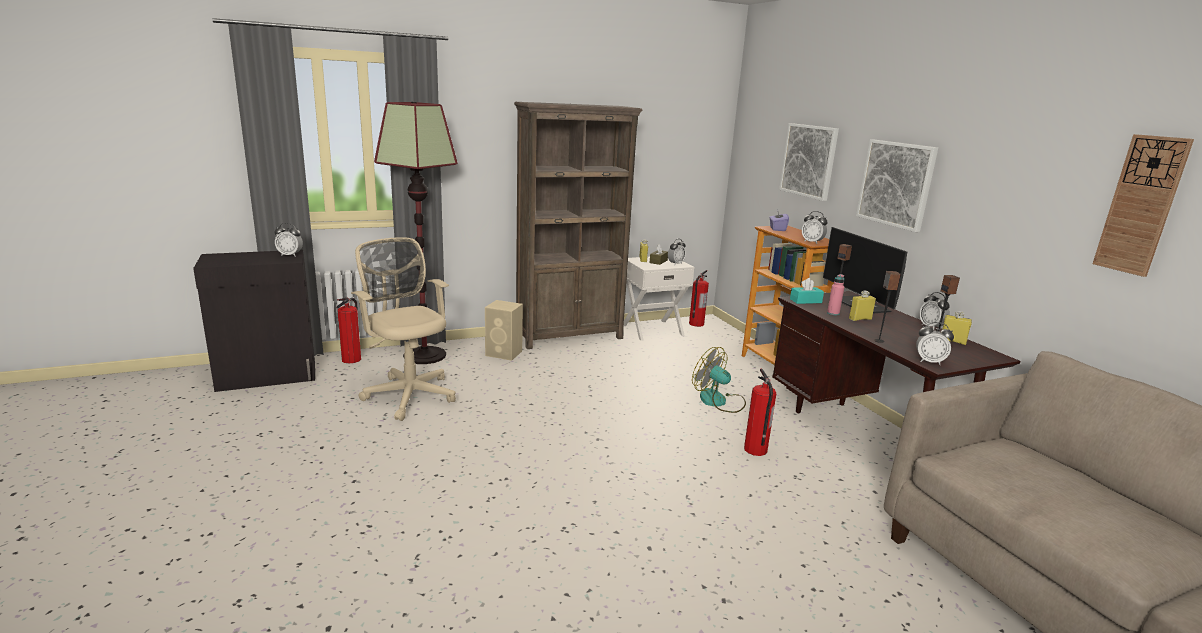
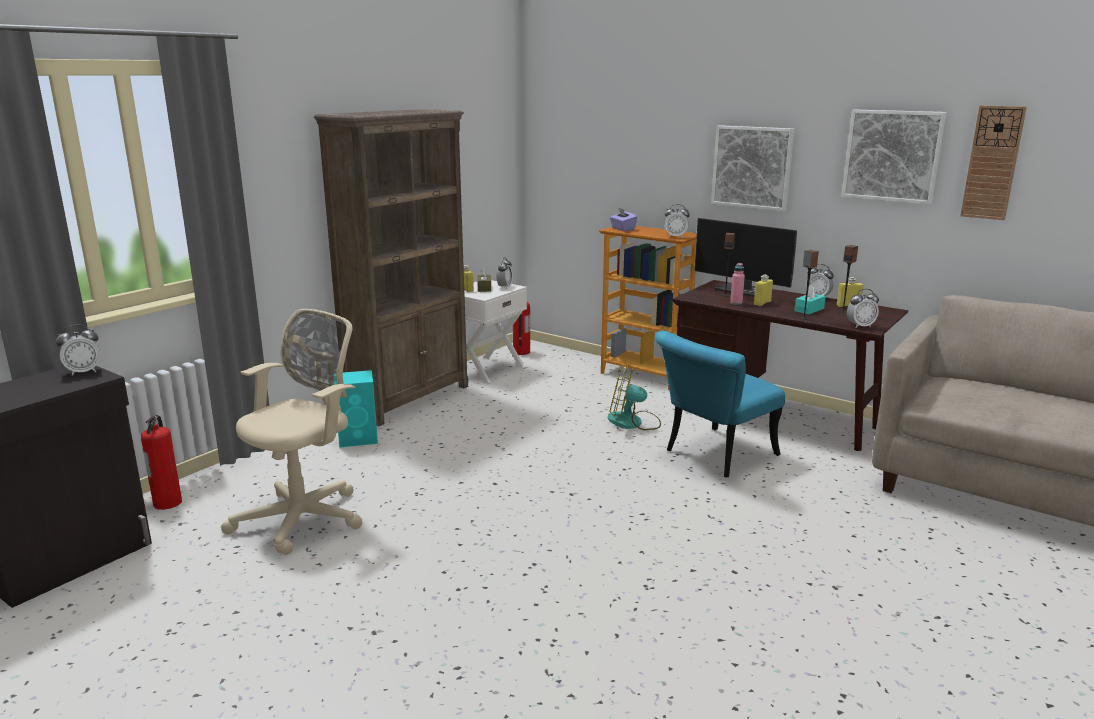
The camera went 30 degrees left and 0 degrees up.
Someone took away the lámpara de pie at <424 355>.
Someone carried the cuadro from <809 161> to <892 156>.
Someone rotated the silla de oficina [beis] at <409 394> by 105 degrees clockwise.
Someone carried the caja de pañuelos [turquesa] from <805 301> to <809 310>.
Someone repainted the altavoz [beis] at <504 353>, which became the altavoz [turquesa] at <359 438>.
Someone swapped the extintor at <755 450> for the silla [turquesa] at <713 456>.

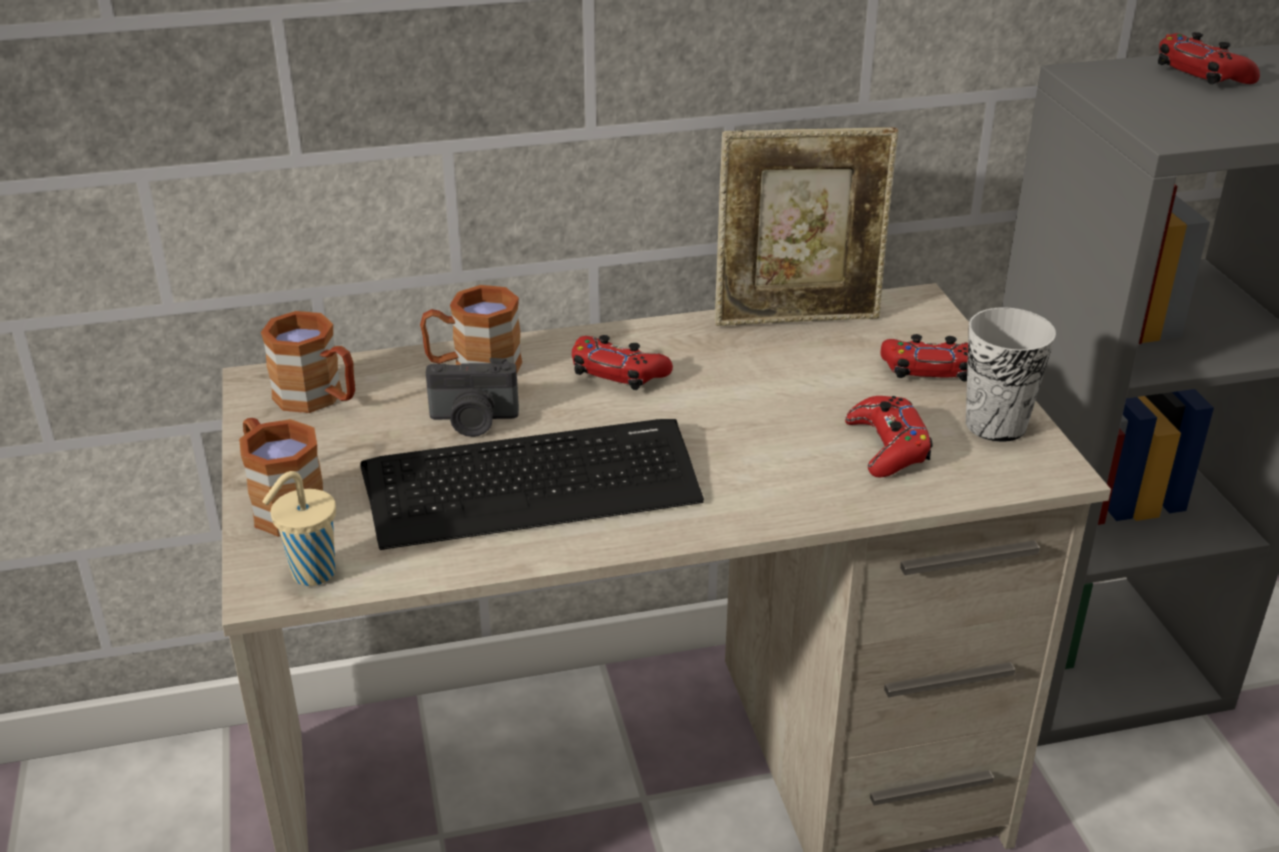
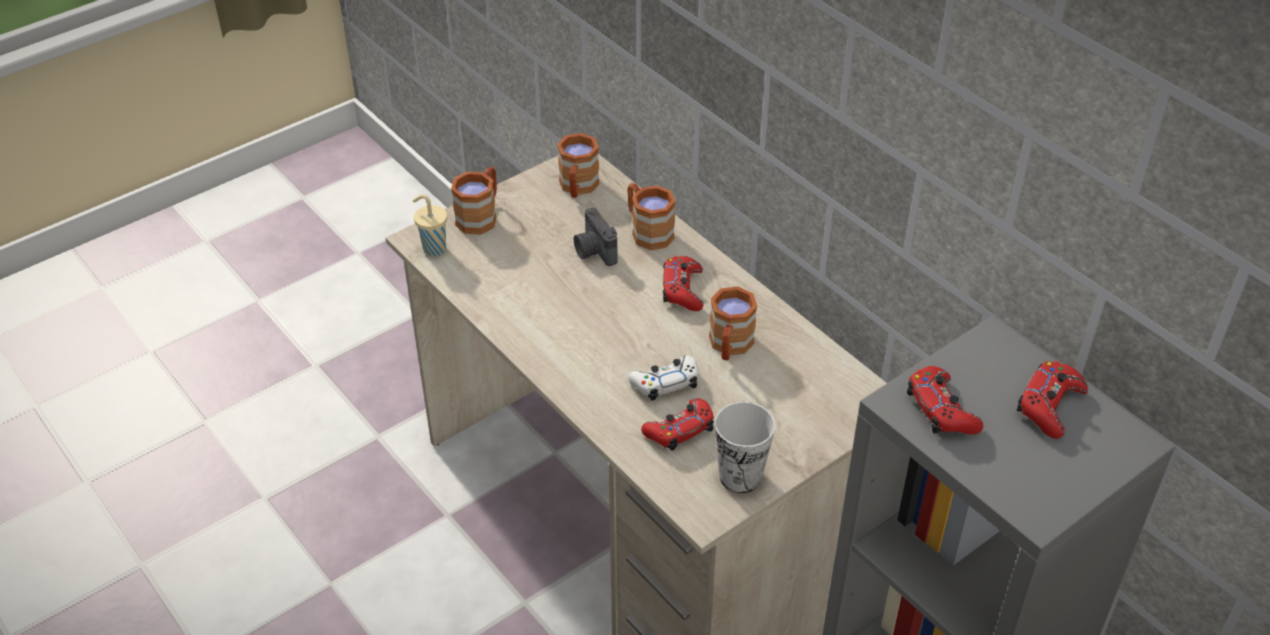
The camera went 65 degrees right and 10 degrees up.
Someone took away the portarretratos at <797 317>.
Someone carried the mando de consola [rojo] from <929 369> to <941 410>.
Someone took away the teclado at <533 485>.
Someone put down the taza grande [marrón] at <729 346>.
Someone put down the mando de consola [blanco] at <665 383>.

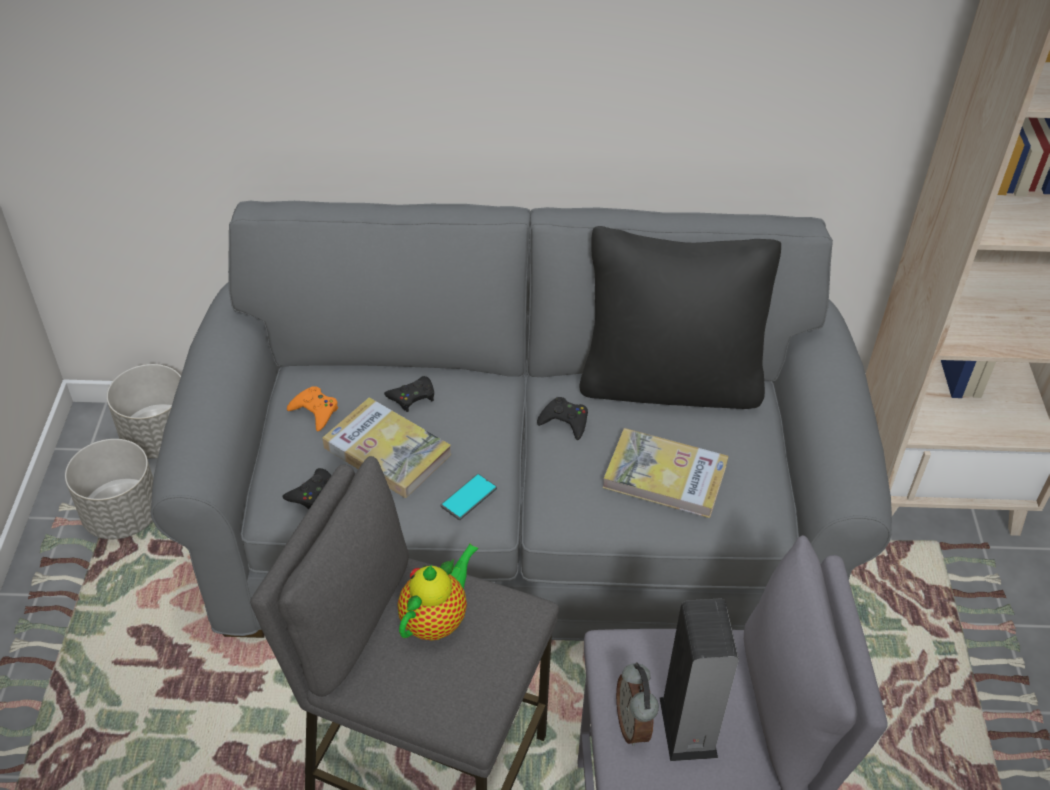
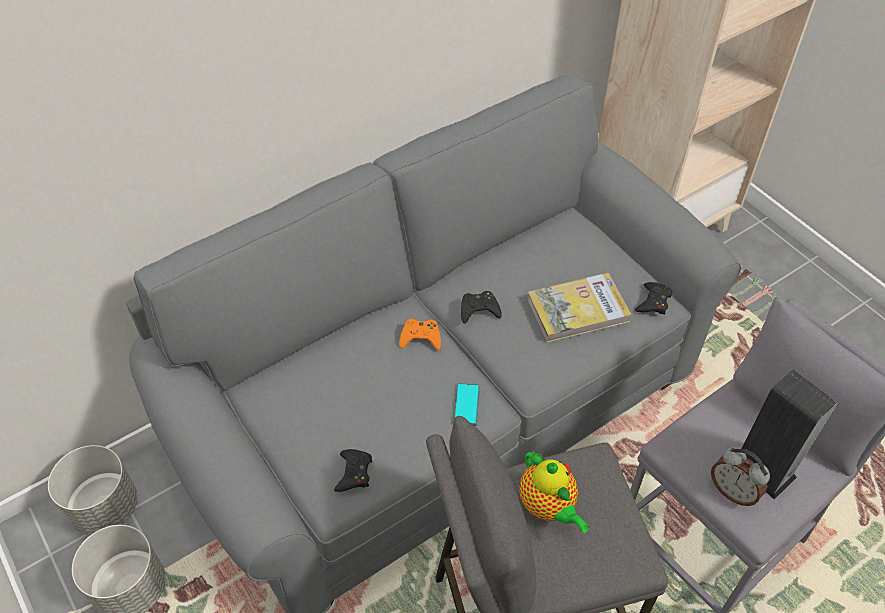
The camera went 35 degrees left and 5 degrees up.
Someone took away the cojín [negro] at <670 383>.
Someone carried the mando de consola [negro] from <412 397> to <653 302>.
Someone carried the mando de consola [naranja] from <315 411> to <420 337>.
Someone took away the libro at <387 451>.
Someone rotated the tetera at <437 619> by 150 degrees clockwise.

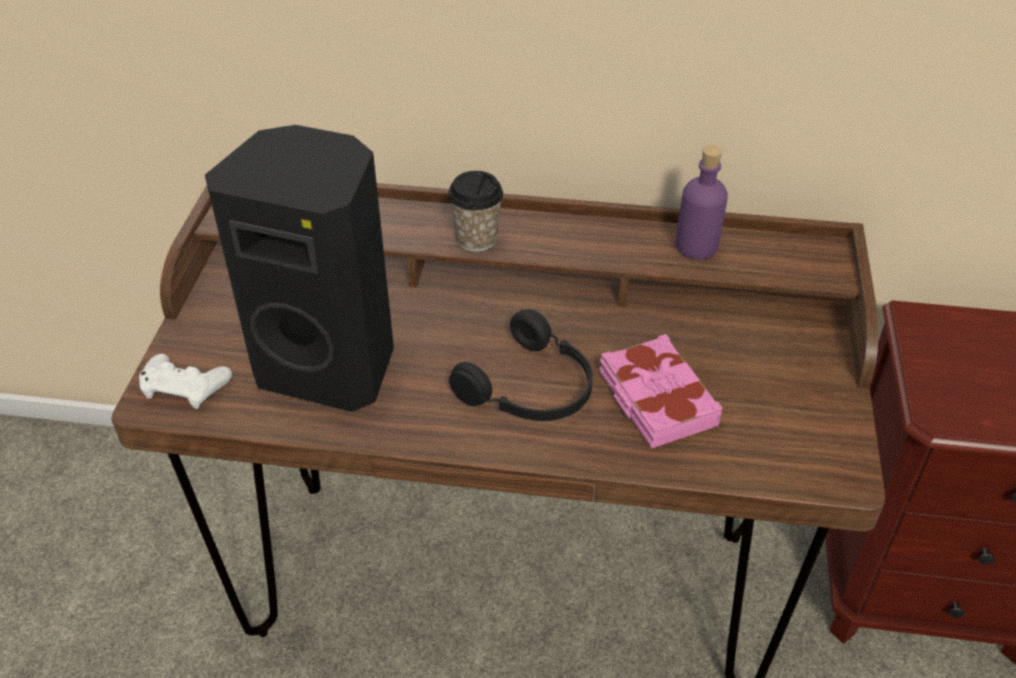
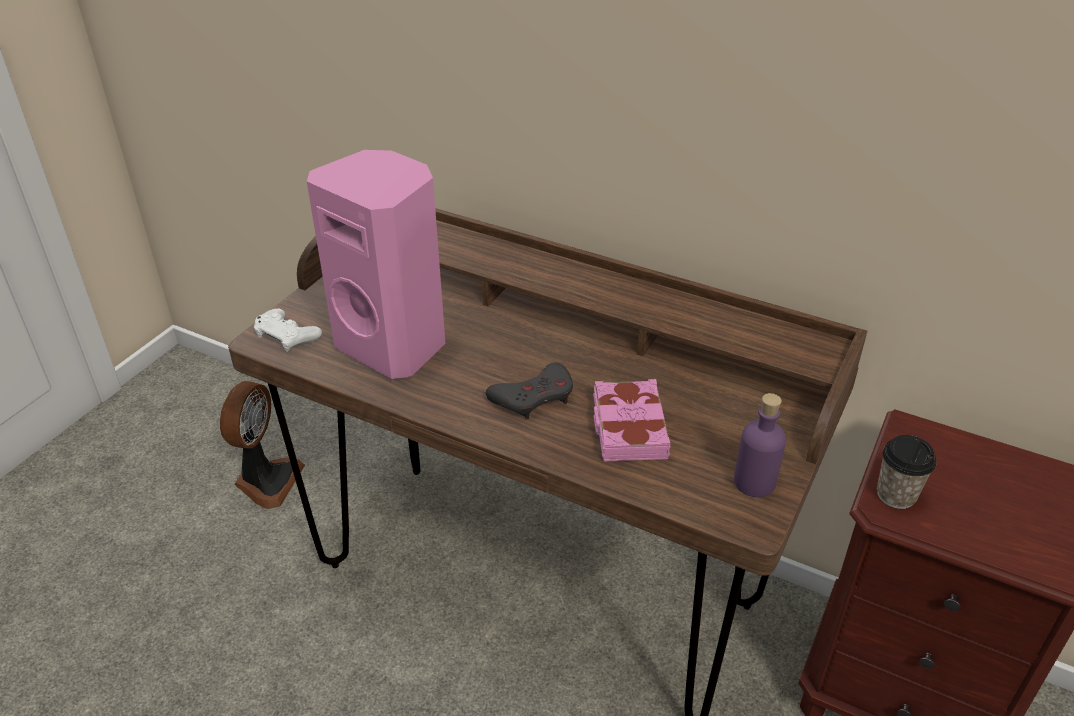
The camera went 20 degrees right and 5 degrees down.
Someone repainted the altavoz [negro] at <330 365>, which became the altavoz [rosa] at <394 345>.
Someone carried the botella [morado] from <696 246> to <754 482>.
Someone carried the taza from <476 239> to <896 495>.
Someone swapped the auriculares [negro] at <531 389> for the mando de consola [gris] at <534 397>.
Someone put down the ventilador at <266 480>.

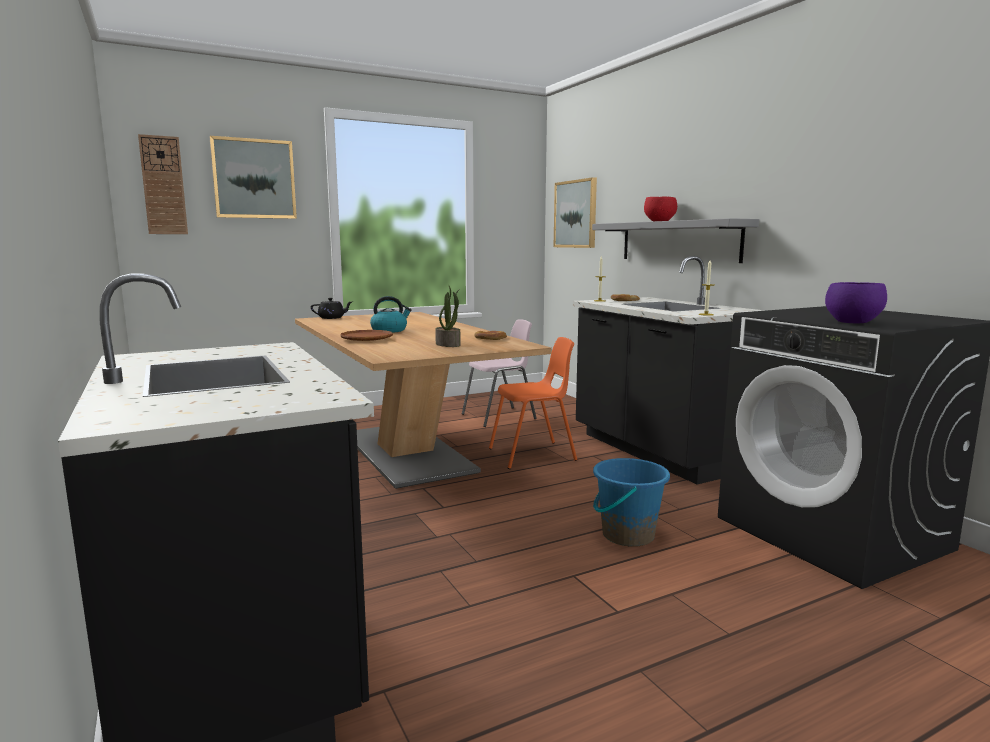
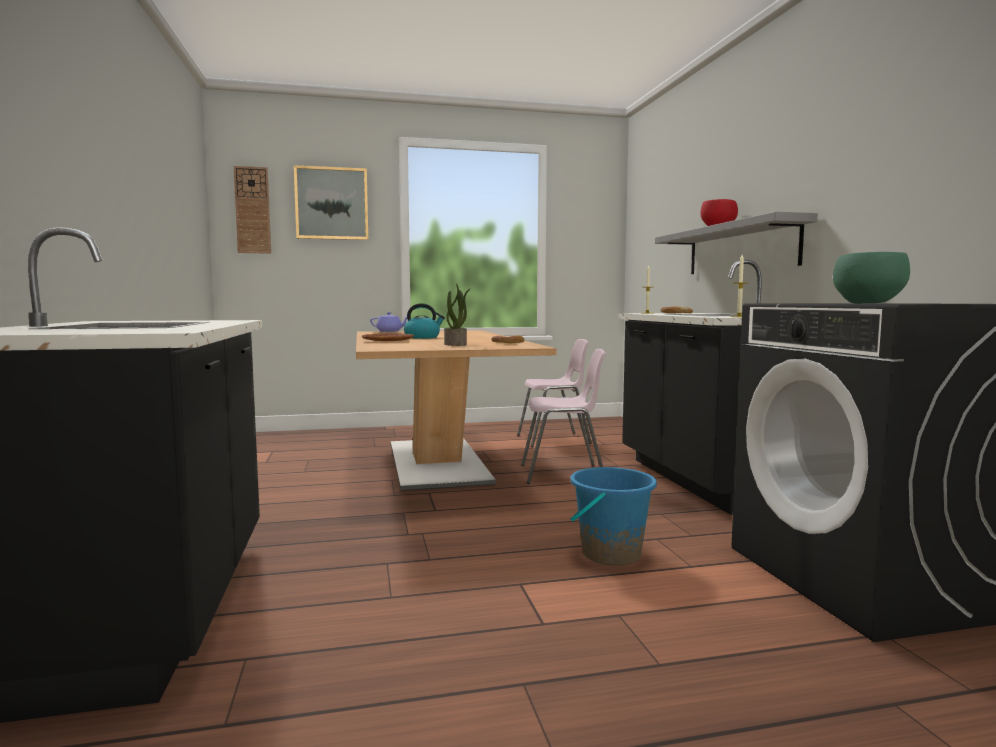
The camera went 15 degrees right and 5 degrees down.
Someone took away the cuadro at <576 214>.
Someone repainted the cuenco [morado] at <851 322>, which became the cuenco [verde] at <866 303>.
Someone repainted the tetera [negro] at <332 318>, which became the tetera [morado] at <390 331>.
Someone repainted the silla [naranja] at <533 455>, which became the silla [rosa] at <563 474>.

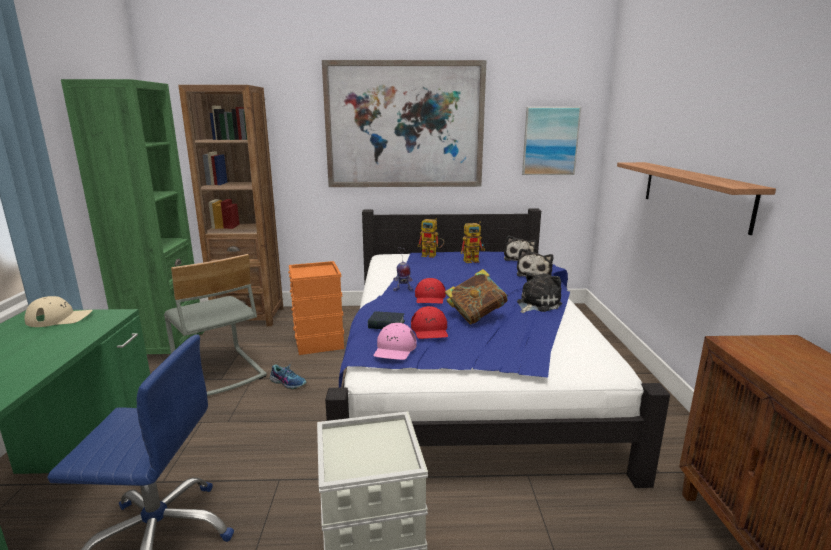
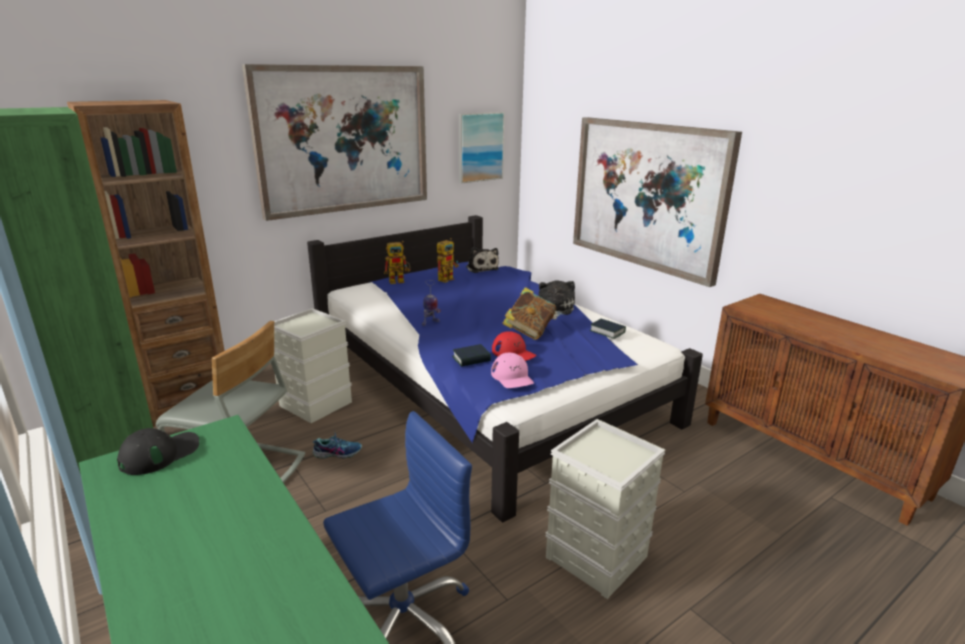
The camera went 35 degrees left and 5 degrees up.
Someone swapped the estante at <693 193> for the cuadro at <647 195>.
Someone took away the peluche at <534 274>.
Someone repainted the caja de almacenaje [naranja] at <318 343>, which became the caja de almacenaje [gris] at <315 404>.
Someone took away the gorra [rojo] at <430 297>.
Someone repainted the gorra [beis] at <60 318>, which became the gorra [negro] at <160 454>.
Someone put down the libro at <607 331>.

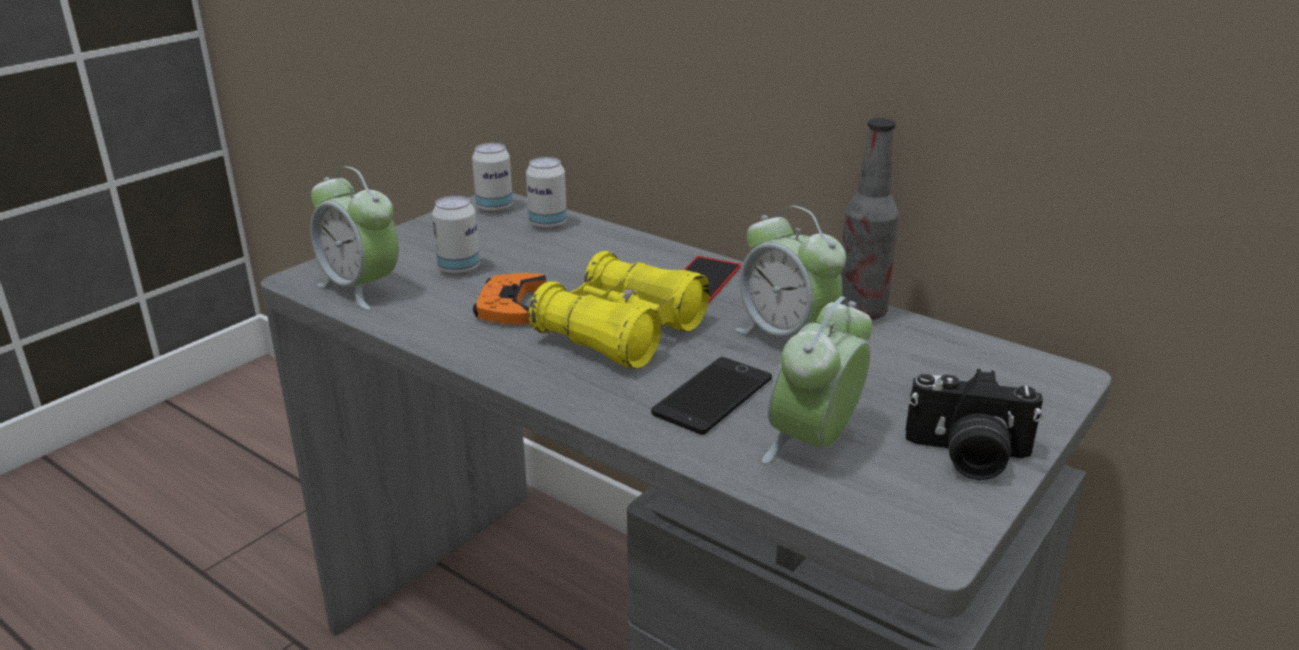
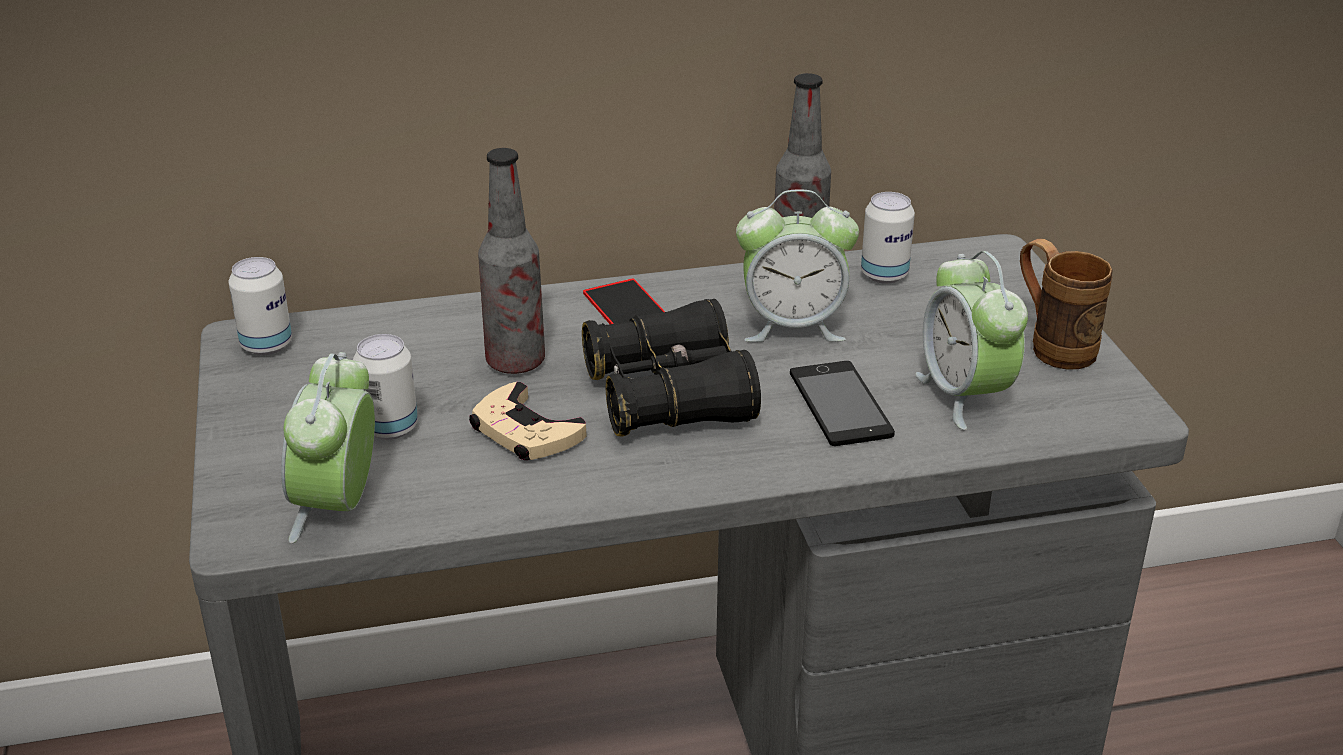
The camera went 50 degrees left and 5 degrees up.
Someone carried the lata from <548 224> to <884 275>.
Someone rotated the despertador at <361 289> by 105 degrees clockwise.
Someone repainted the prismáticos [amarillo] at <622 332>, which became the prismáticos [negro] at <669 396>.
Someone repainted the mando de consola [naranja] at <510 306>, which became the mando de consola [beis] at <525 432>.
Someone swapped the cámara at <967 456> for the taza grande [marrón] at <1052 345>.
Someone put down the botella at <515 362>.

